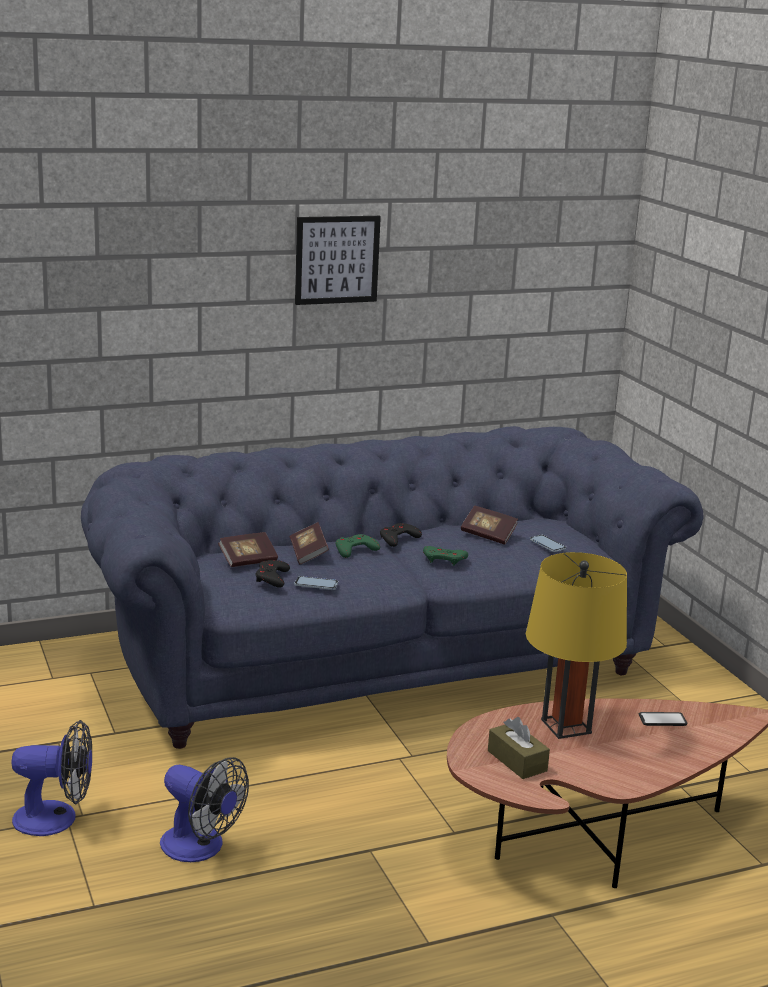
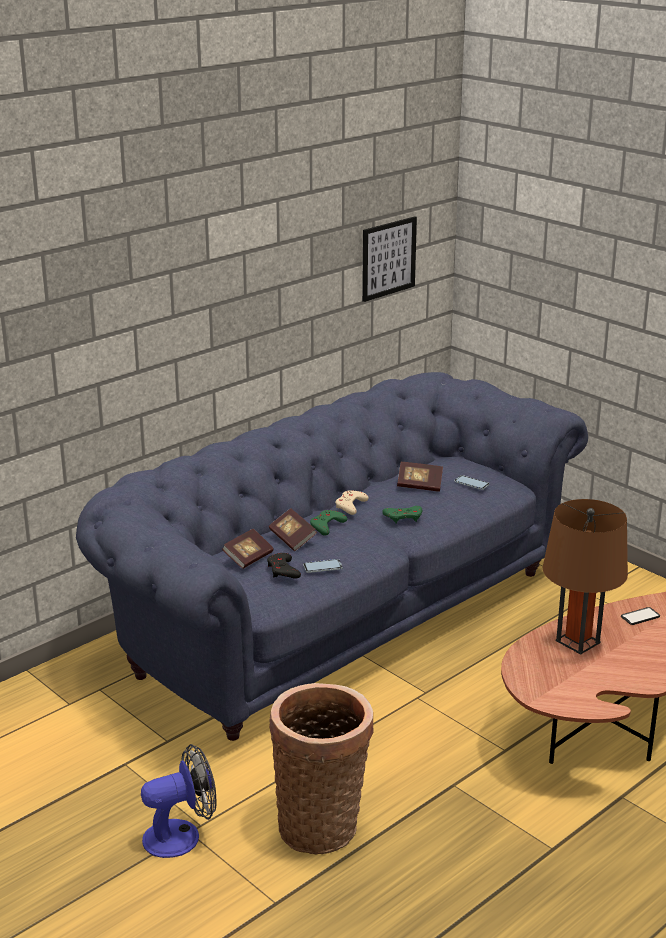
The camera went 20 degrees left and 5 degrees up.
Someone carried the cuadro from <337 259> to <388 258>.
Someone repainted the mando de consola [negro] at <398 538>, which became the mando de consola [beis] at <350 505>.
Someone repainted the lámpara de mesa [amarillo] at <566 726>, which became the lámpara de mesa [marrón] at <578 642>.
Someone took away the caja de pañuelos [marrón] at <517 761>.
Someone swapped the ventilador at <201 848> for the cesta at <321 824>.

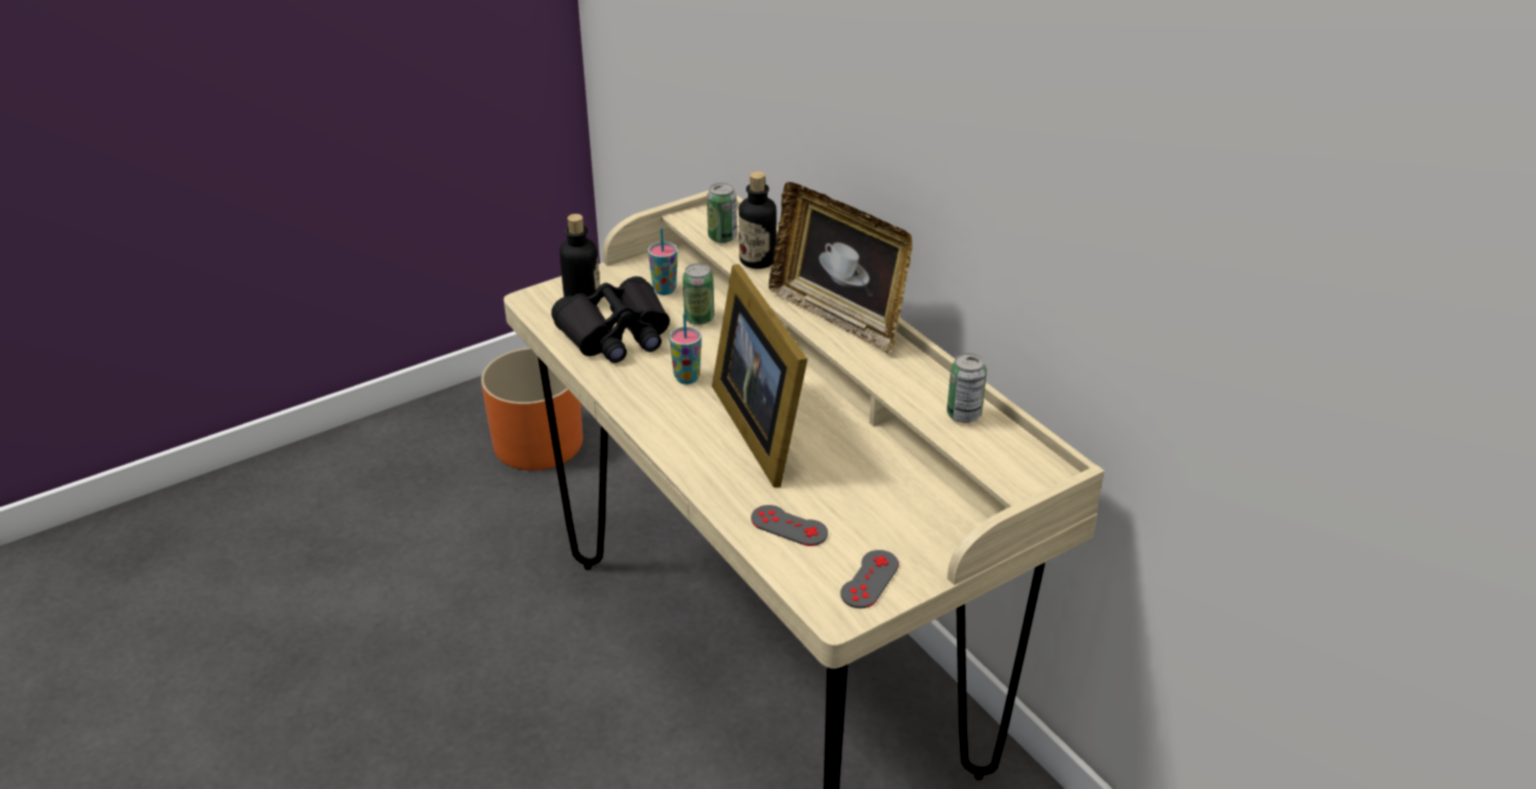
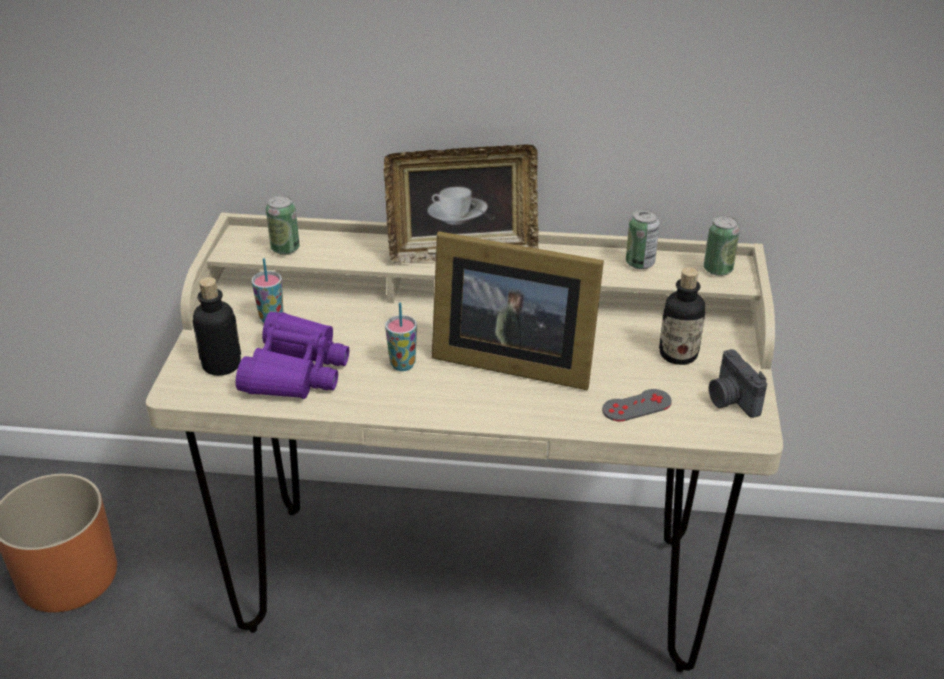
The camera went 50 degrees left and 0 degrees up.
Someone carried the botella from <757 260> to <678 354>.
Someone carried the lata from <699 318> to <717 269>.
Someone repainted the prismáticos [negro] at <616 334>, which became the prismáticos [morado] at <295 371>.
Someone swapped the mando de consola [gris] at <869 579> for the cámara at <731 400>.

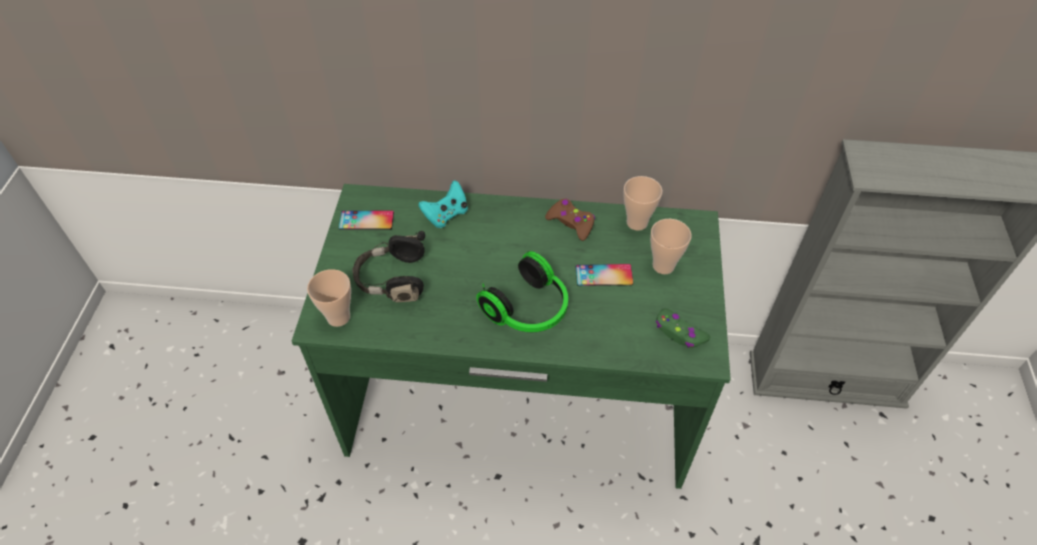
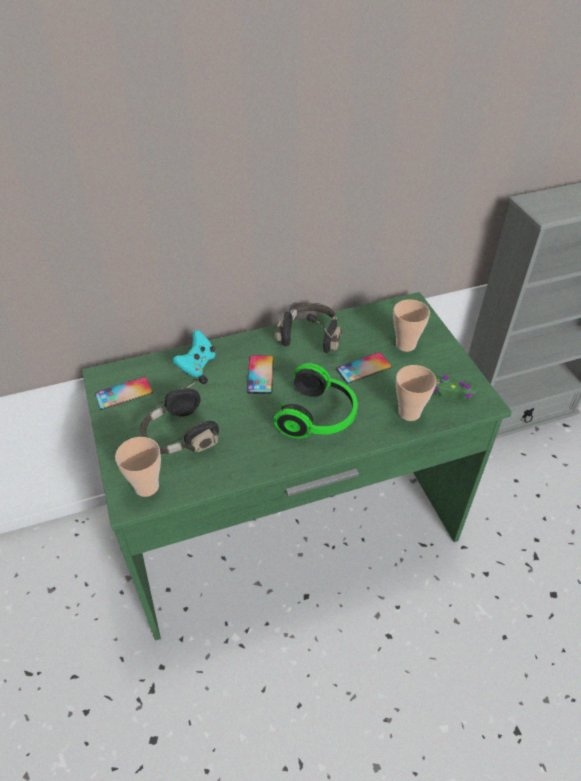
The camera went 25 degrees left and 5 degrees down.
Someone carried the taza from <637 222> to <409 413>.
Someone swapped the mando de consola [marrón] at <571 223> for the auriculares [negro] at <310 336>.
Someone put down the móvil at <260 374>.

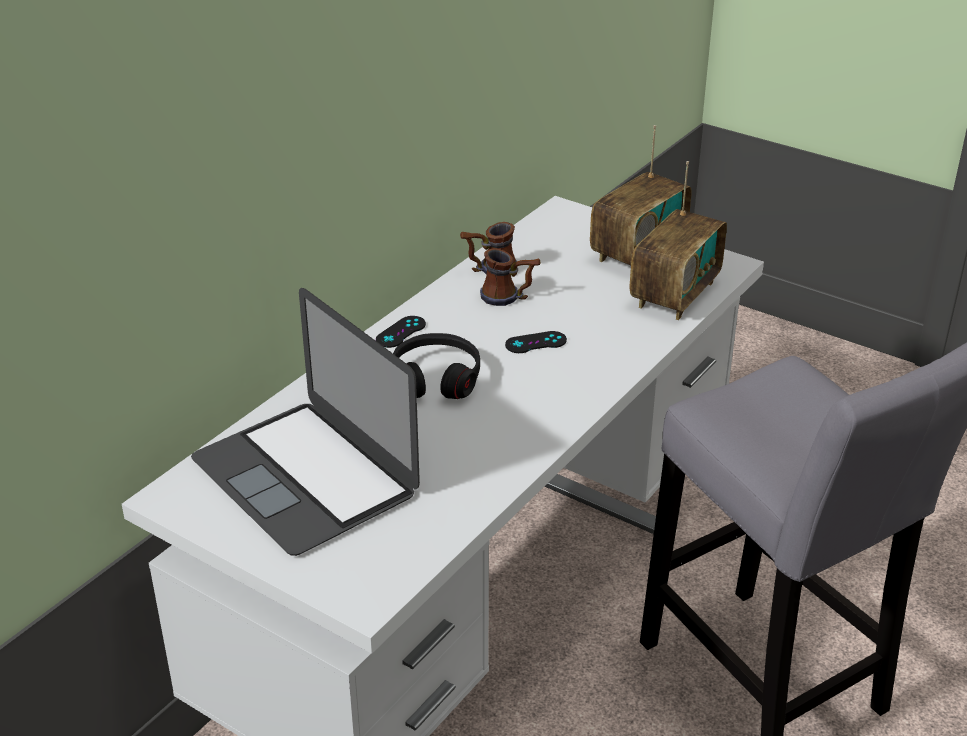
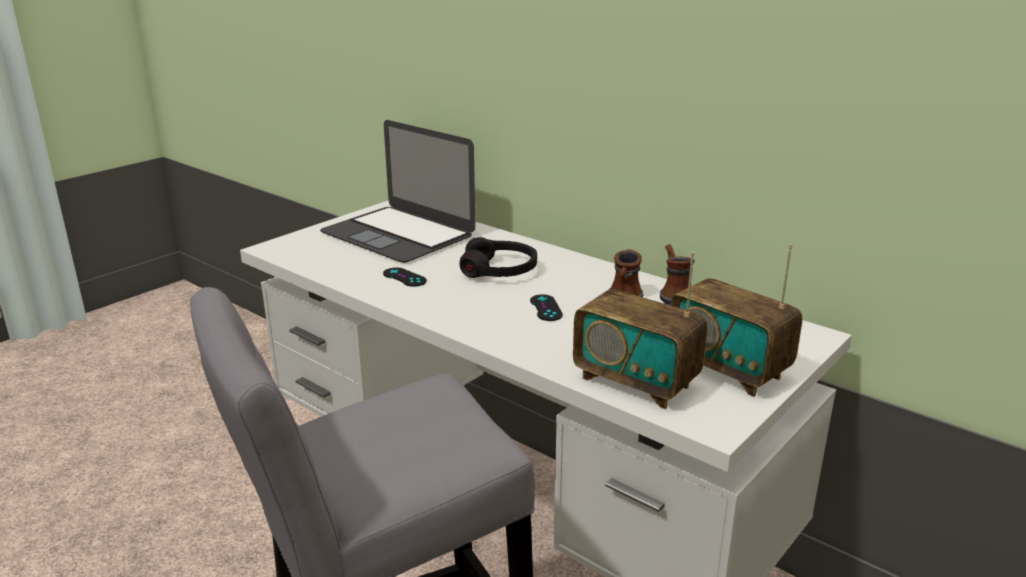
The camera went 95 degrees right and 10 degrees down.
Someone rotated the portátil at <305 476> by 105 degrees counterclockwise.
Someone carried the mando de consola [negro] from <401 332> to <404 277>.

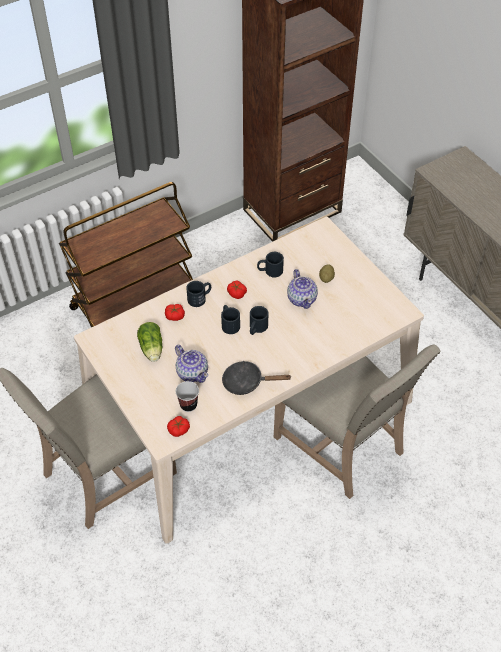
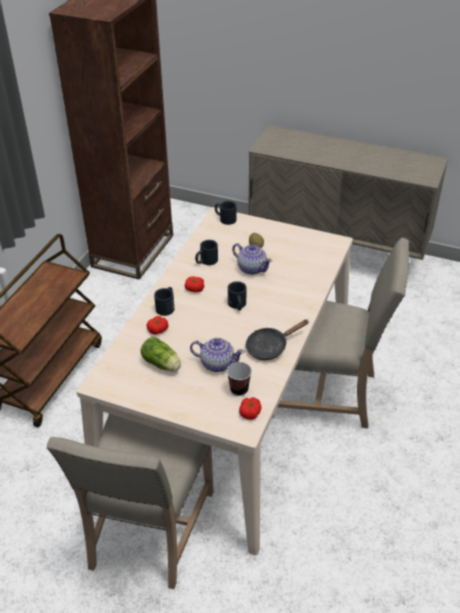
The camera went 35 degrees left and 10 degrees down.
Someone carried the taza grande [negro] from <229 323> to <225 218>.

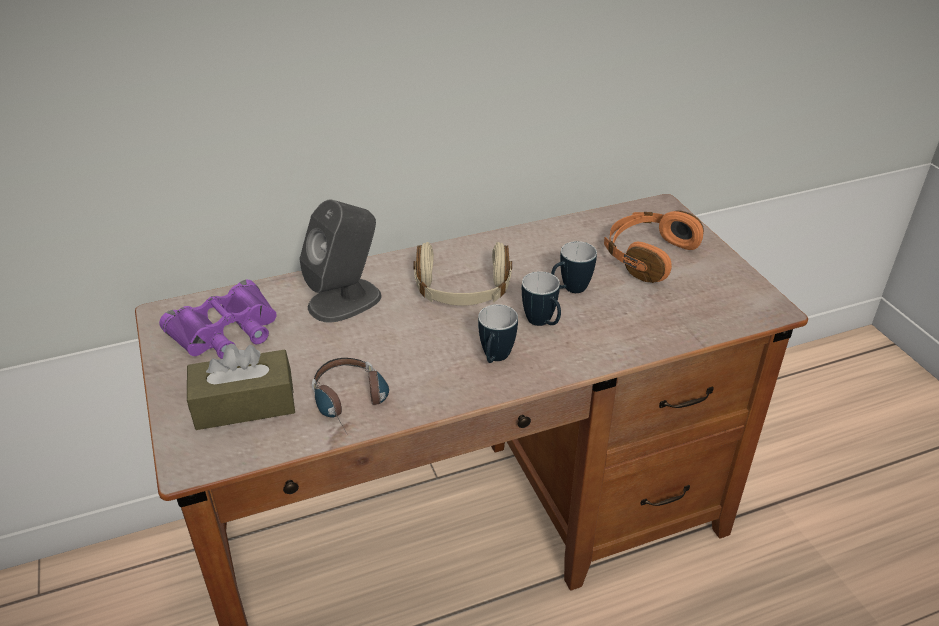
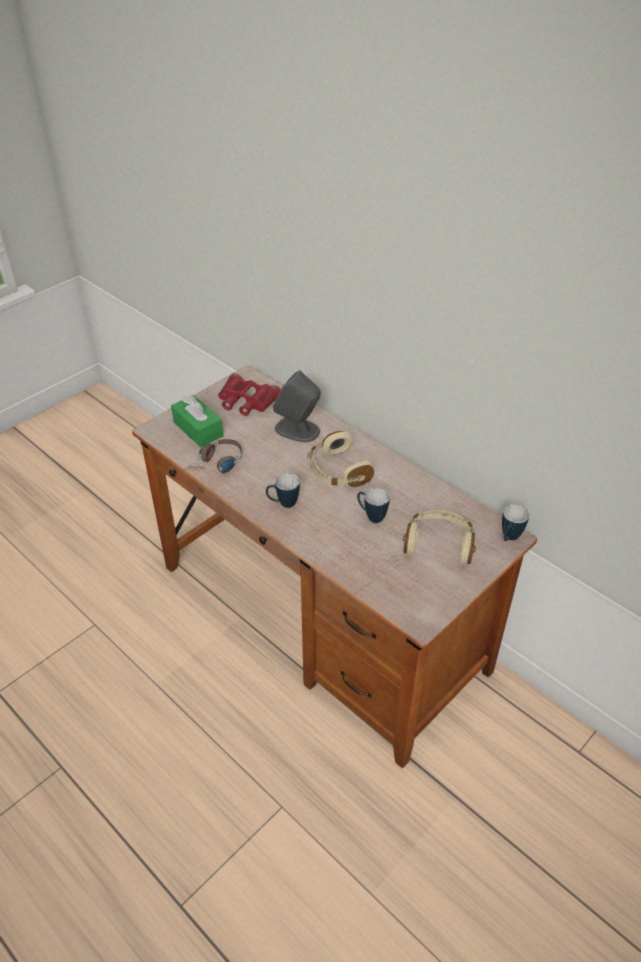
The camera went 65 degrees right and 5 degrees up.
Someone repainted the auriculares [naranja] at <647 256>, which became the auriculares [beis] at <439 544>.
Someone carried the taza grande from <542 324> to <509 538>.
Someone repainted the prismáticos [morado] at <226 331>, which became the prismáticos [rojo] at <246 401>.
Someone repainted the caja de pañuelos [marrón] at <244 404>, which became the caja de pañuelos [verde] at <198 429>.

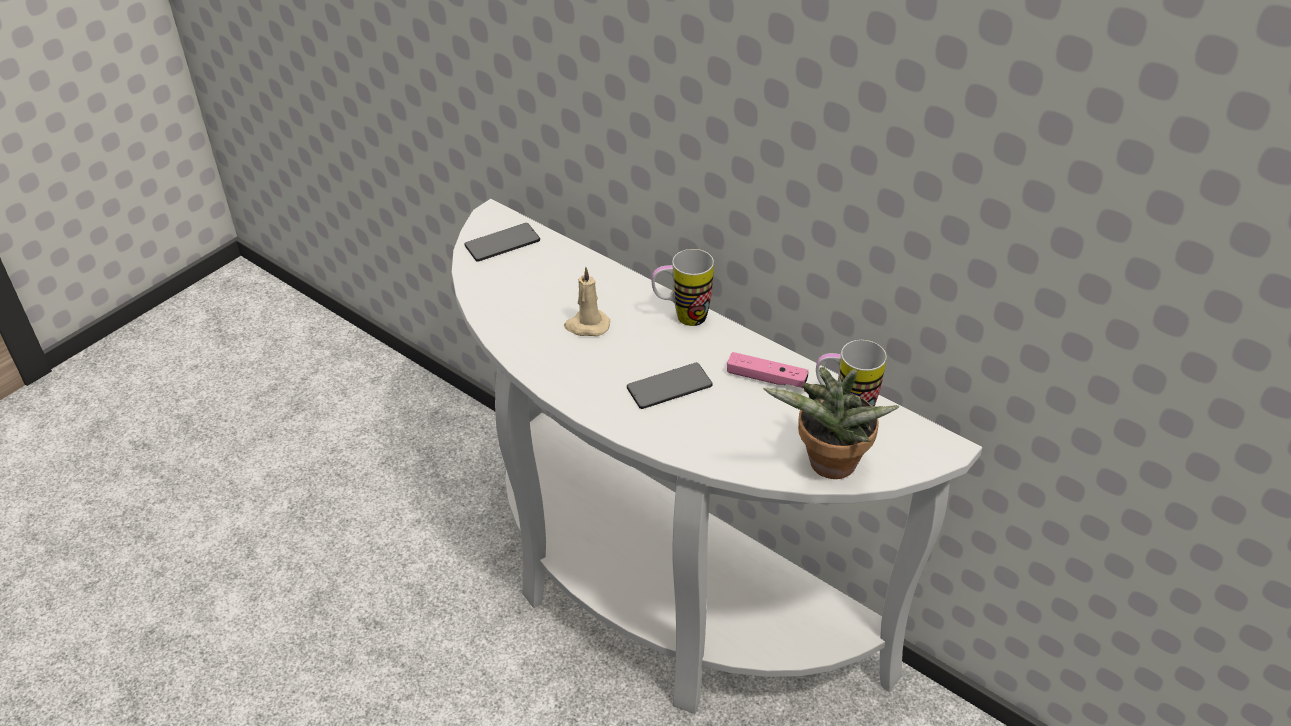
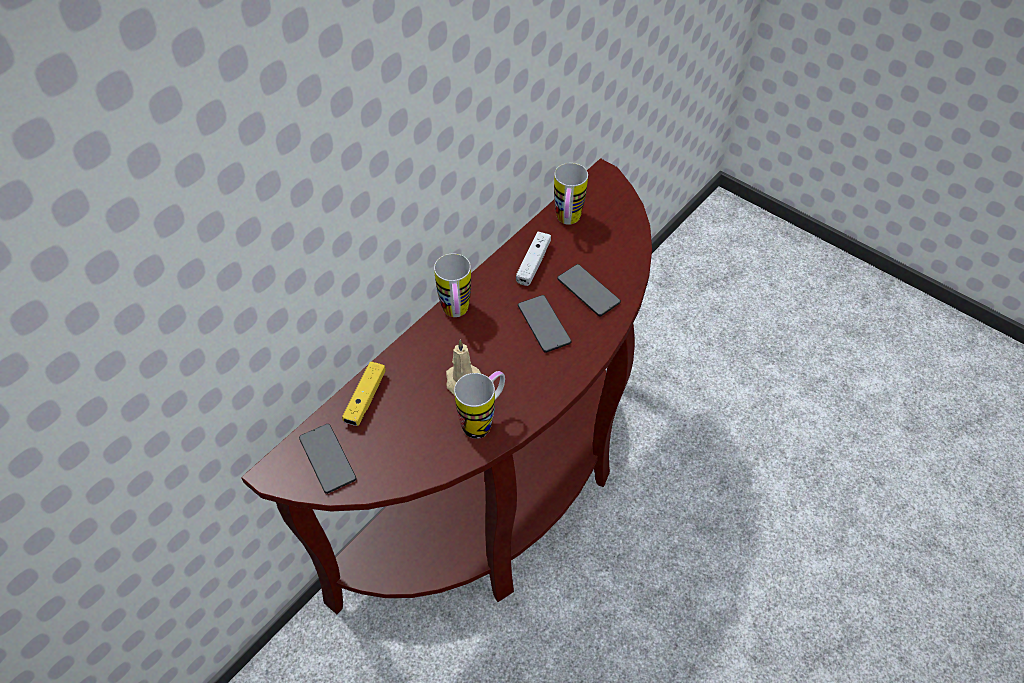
The camera went 90 degrees left and 10 degrees up.
Someone repainted the mesa consola [blanco] at <657 596>, which became the mesa consola [marrón] at <502 496>.
Someone repainted the mando de consola [rosa] at <766 378>, which became the mando de consola [blanco] at <533 263>.
Someone took away the planta en maceta at <828 467>.
Someone put down the móvil at <588 291>.
Someone put down the mando de consola [amarillo] at <365 398>.
Someone put down the taza grande at <483 421>.

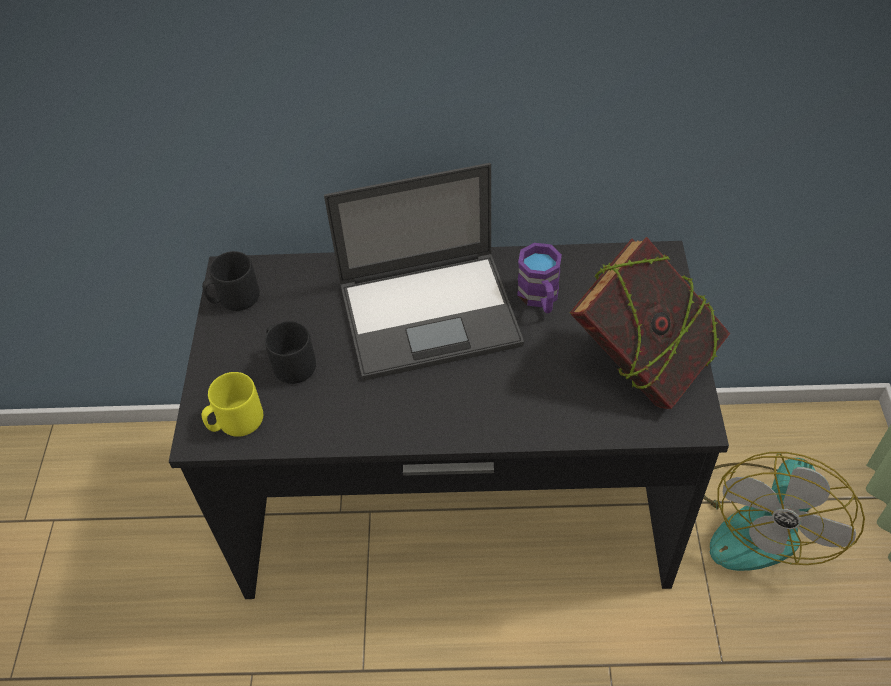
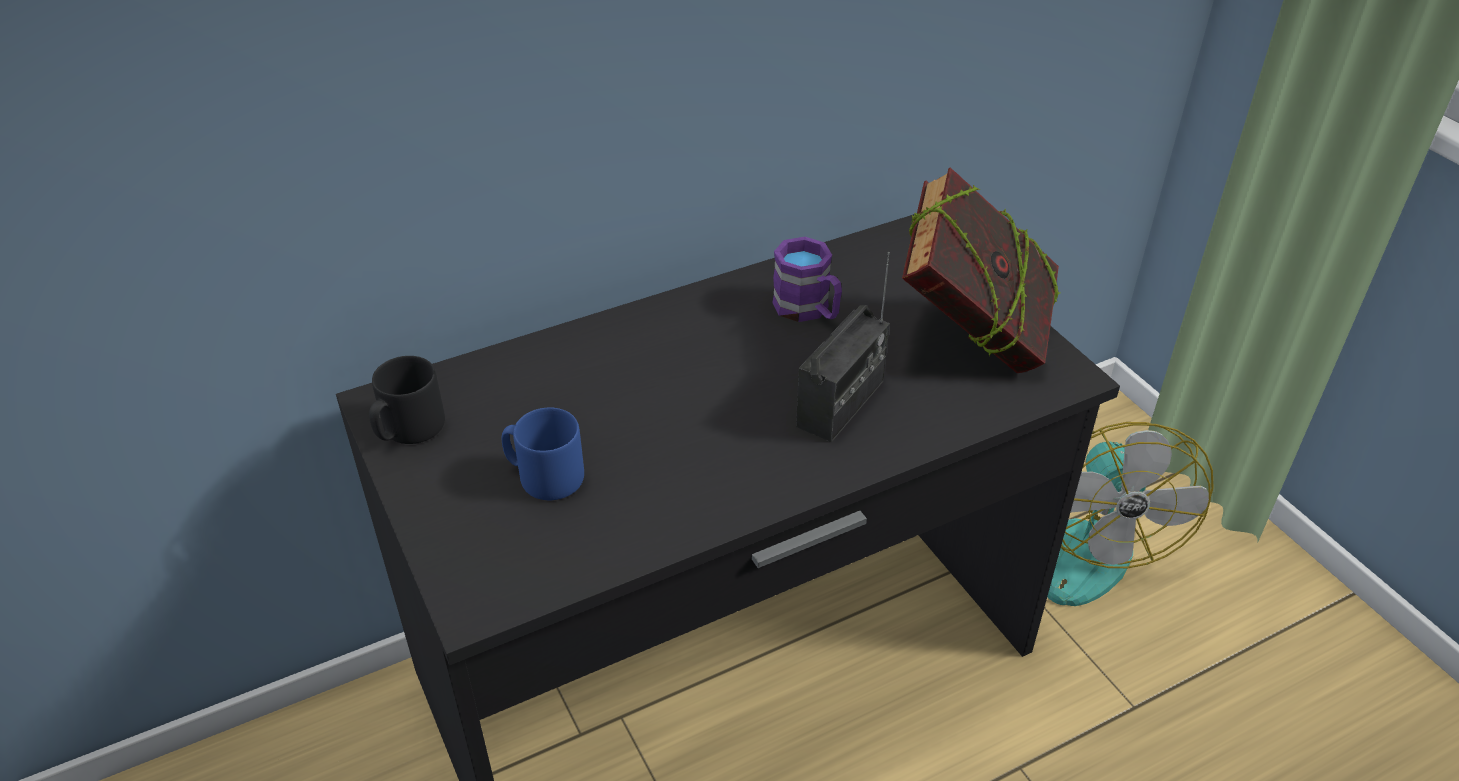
The camera went 30 degrees left and 10 degrees down.
Someone took away the portátil at <431 313>.
Someone repainted the taza grande [negro] at <291 363>, which became the taza grande [azul] at <544 476>.
Someone took away the taza grande [amarillo] at <235 422>.
Someone put down the radio at <841 404>.

